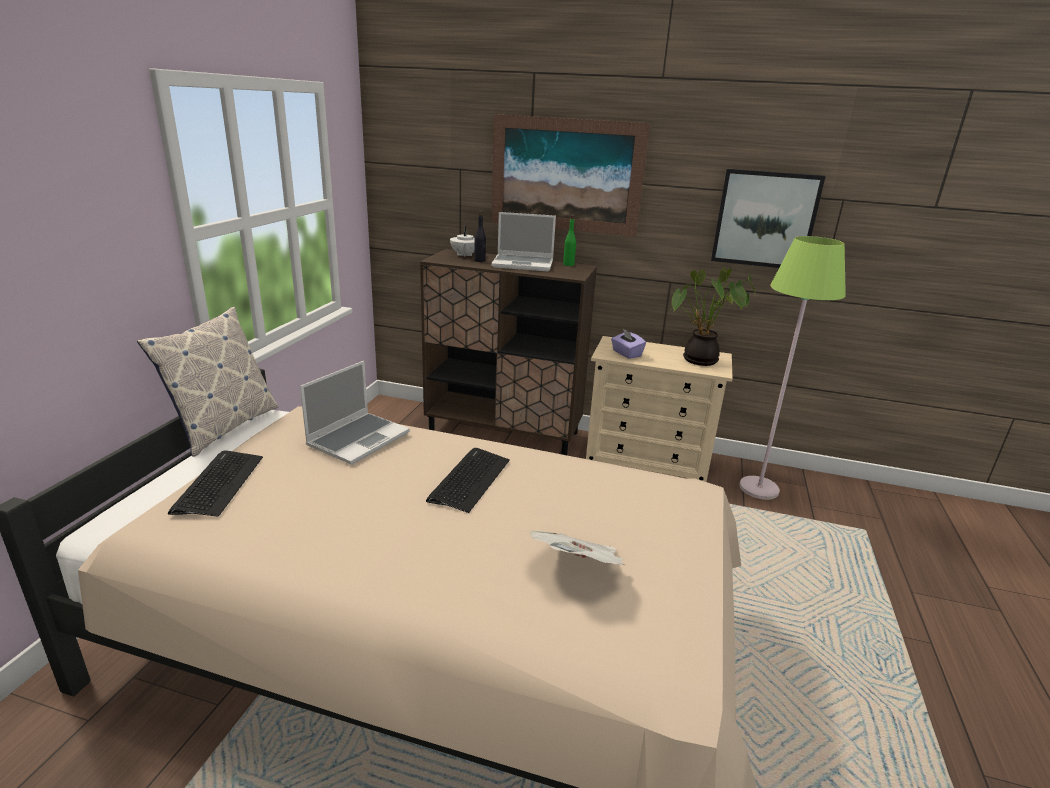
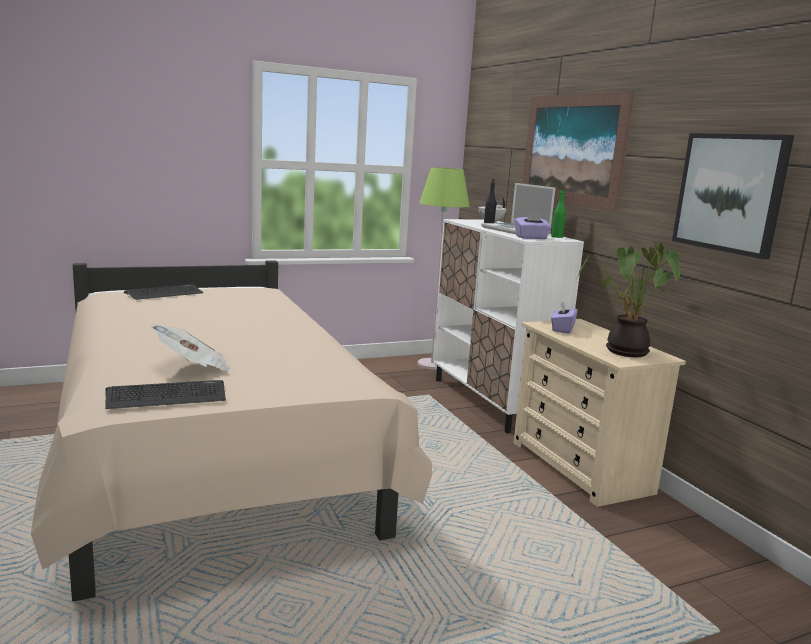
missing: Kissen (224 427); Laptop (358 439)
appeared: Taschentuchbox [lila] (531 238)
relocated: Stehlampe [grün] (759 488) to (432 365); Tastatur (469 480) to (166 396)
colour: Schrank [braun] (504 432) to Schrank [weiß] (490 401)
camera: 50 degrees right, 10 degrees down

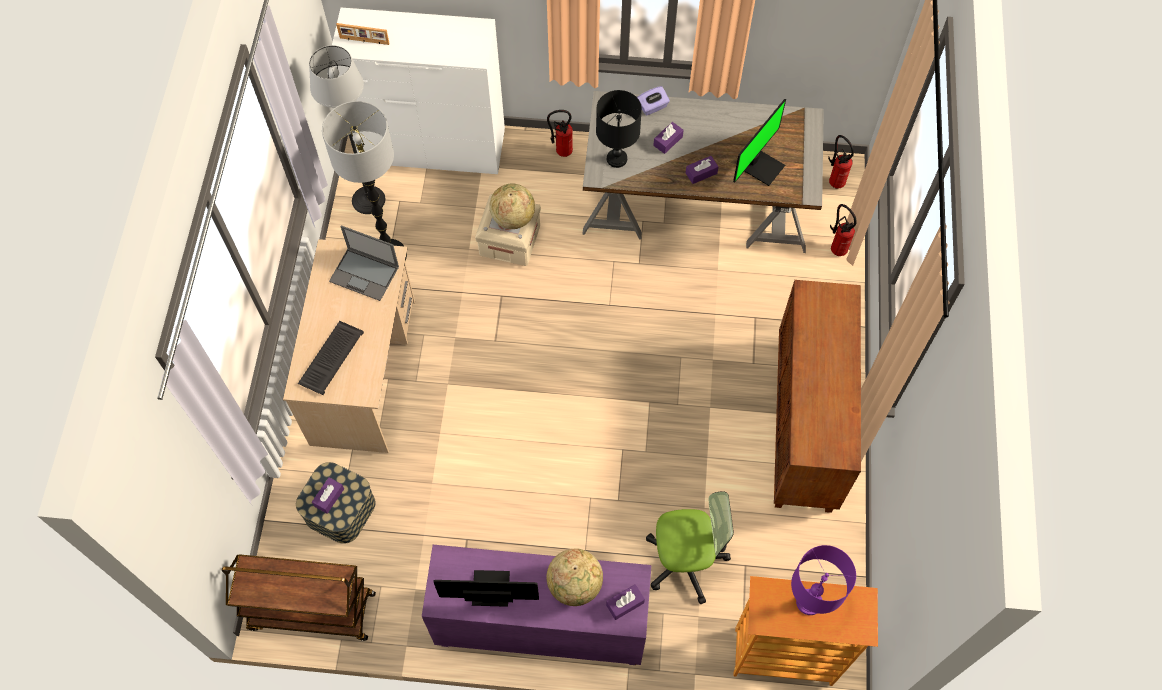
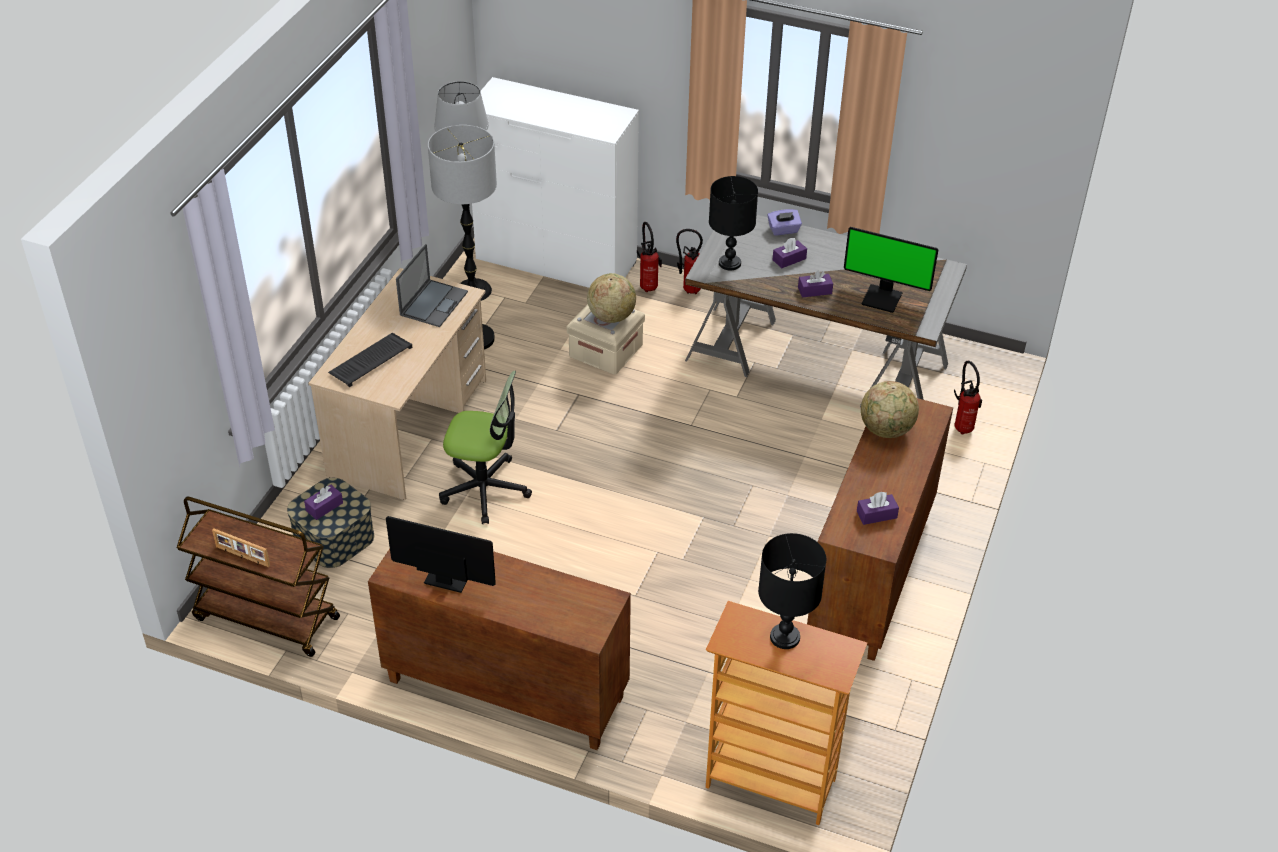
relocated: Bilderrahmen (364 41) to (242 557); Feuerlöscher (835 181) to (648 286); Bürostuhl (685 560) to (485 489); Globus (575 585) to (886 430); Taschentuchbox [lila] (625 604) to (876 515)
colour: Schrank [lila] (540 627) to Schrank [braun] (504 690); Tischlampe [lila] (808 602) to Tischlampe [schwarz] (784 637)
spun: Monitor (762 167) = (883 298) 60 degrees clockwise; Laptop (365 274) = (434 303) 105 degrees counterclockwise
camera: 15 degrees right, 20 degrees down

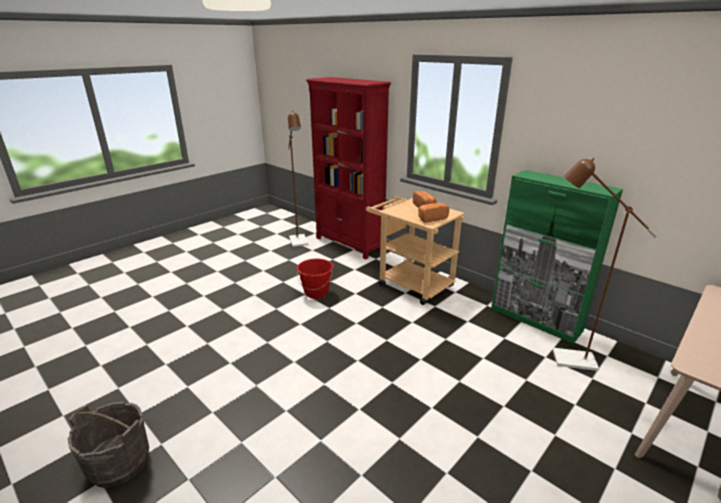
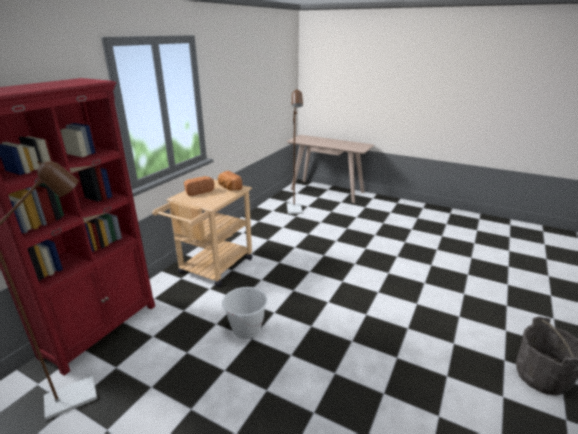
missing: Schrank [grün] (535 320)
colour: Eimer [rot] (316 293) to Eimer [weiß] (246 329)
camera: 105 degrees left, 0 degrees up

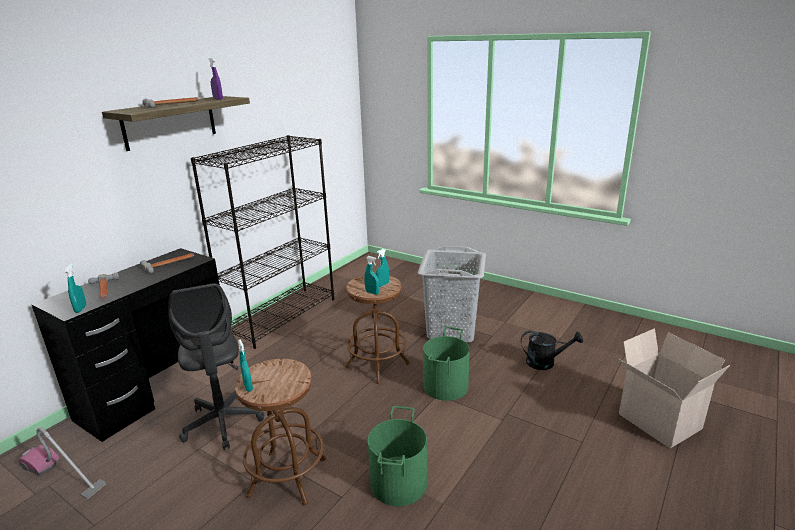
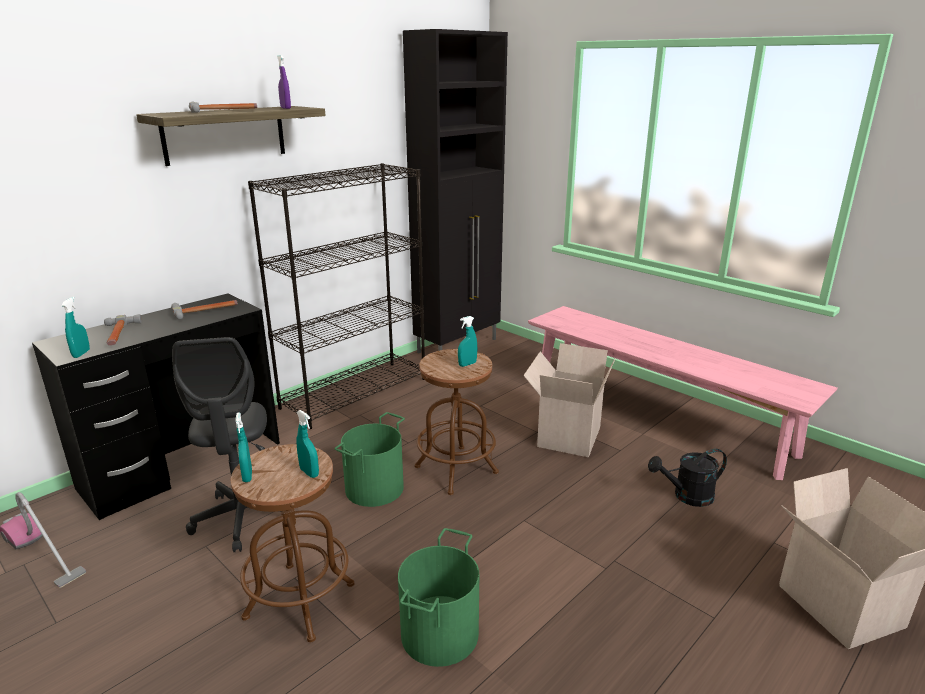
appeared: Schrank [schwarz] (458 345); Bank [rosa] (656 416)
relocated: Sprühflasche [türkis] (372 293) to (309 472); Eimer [grün] (446 386) to (375 488)
exchanged: Wäschekorb [grau] (452 330) to Karton (567 436)
spun: Gießkanne [schwarz] (545 362) = (687 496) 150 degrees clockwise
camera: 10 degrees right, 0 degrees up

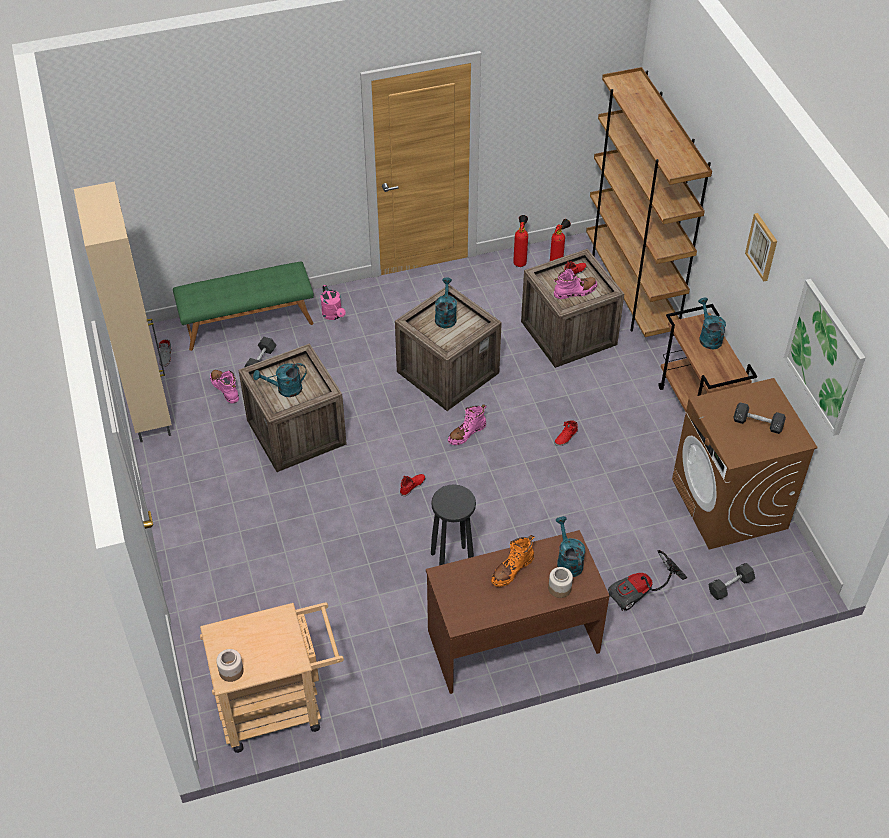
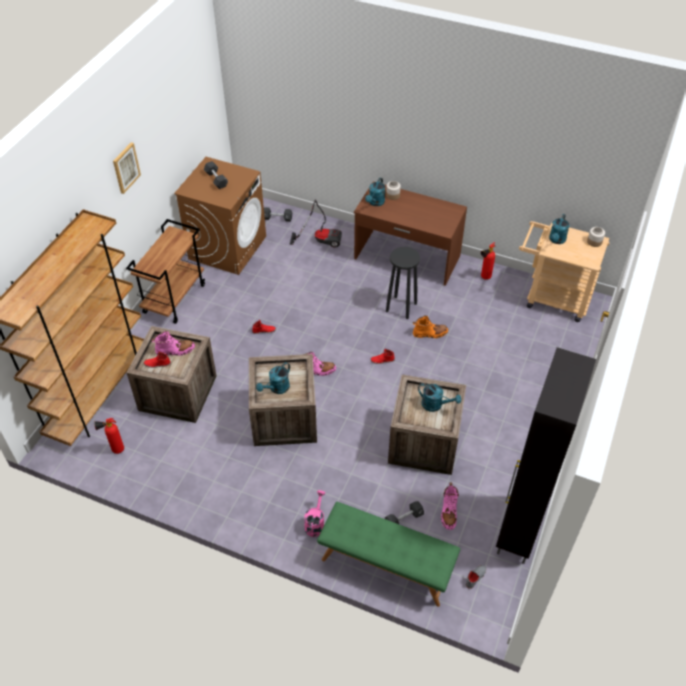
missing: Bild (825 356)
relocated: Feuerlöscher (520 262) to (484 278); Gießkanne [türkis] (708 337) to (556 240); Stiefel [orange] (512 569) to (430 333)
colour: Schrank [beige] (150 411) to Schrank [schwarz] (518 531)
spun: Stiefel [rosa] (575 291) = (175 350) 150 degrees clockwise
camera: 140 degrees left, 0 degrees up

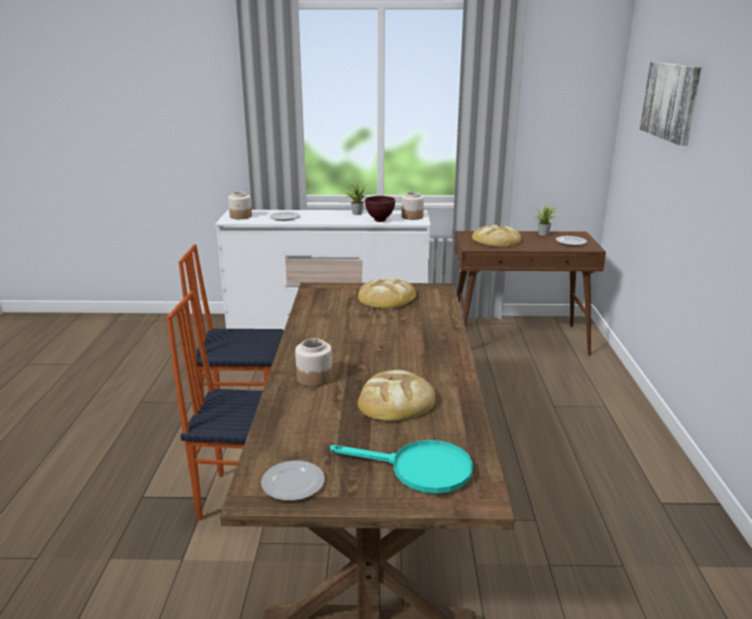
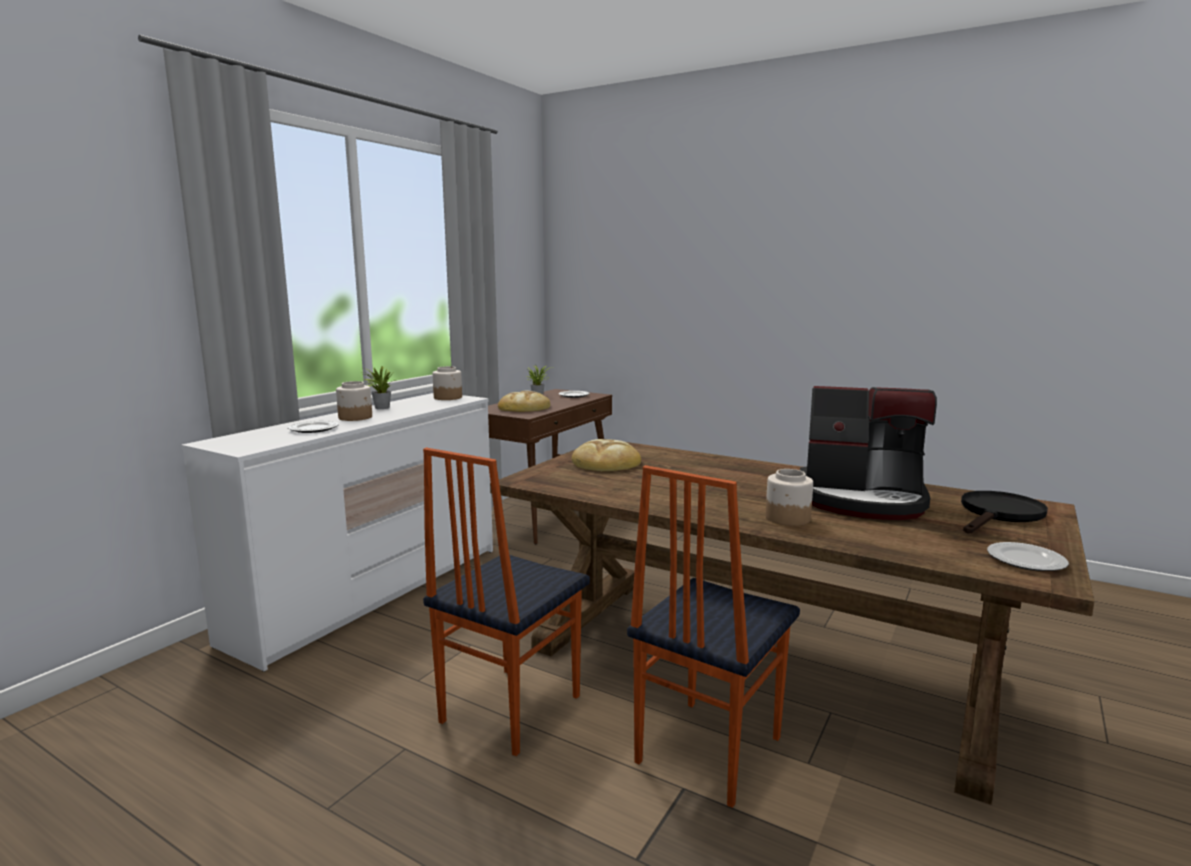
missing: Bild (671 101); Schüssel [braun] (379 220)
relocated: Vorratsglas (241 216) to (356 417)
exchanged: Brot (396 401) to Kaffeemaschine (862 499)
colour: Pfanne [türkis] (419 469) to Pfanne [schwarz] (999 514)
camera: 60 degrees left, 10 degrees down

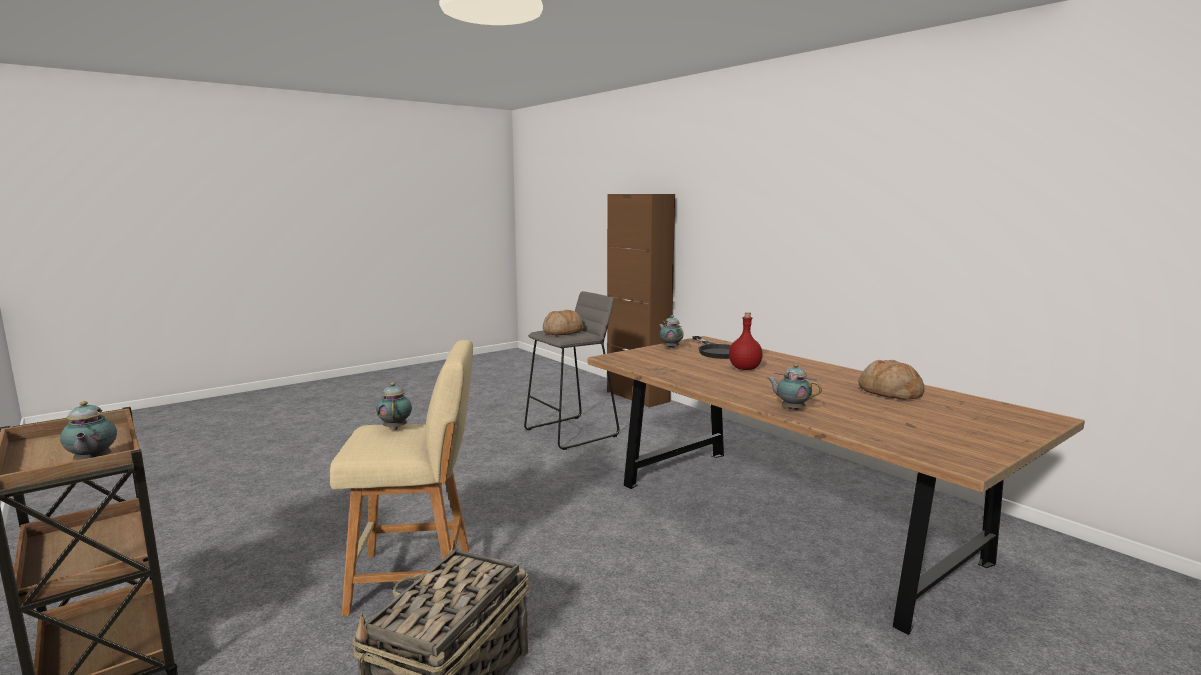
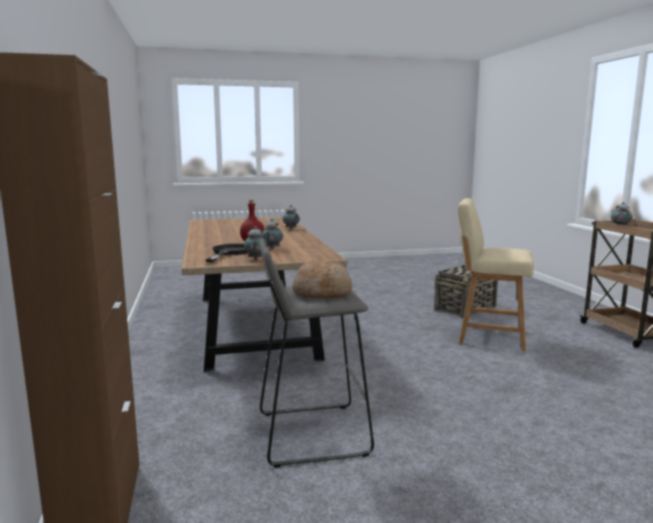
missing: Brot (889 392)
relocated: Teekanne (396 427) to (272 248)
camera: 155 degrees left, 0 degrees up

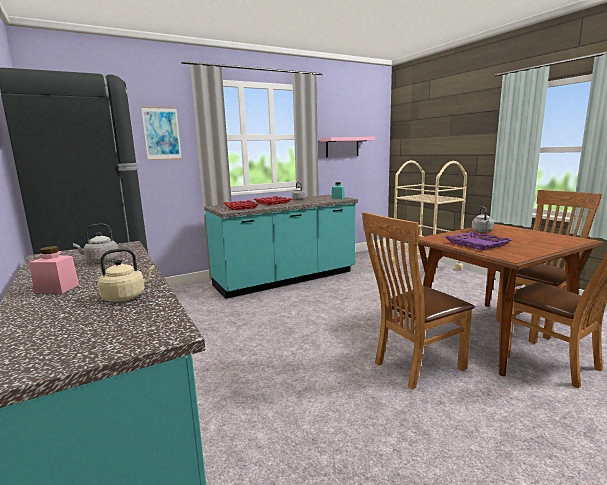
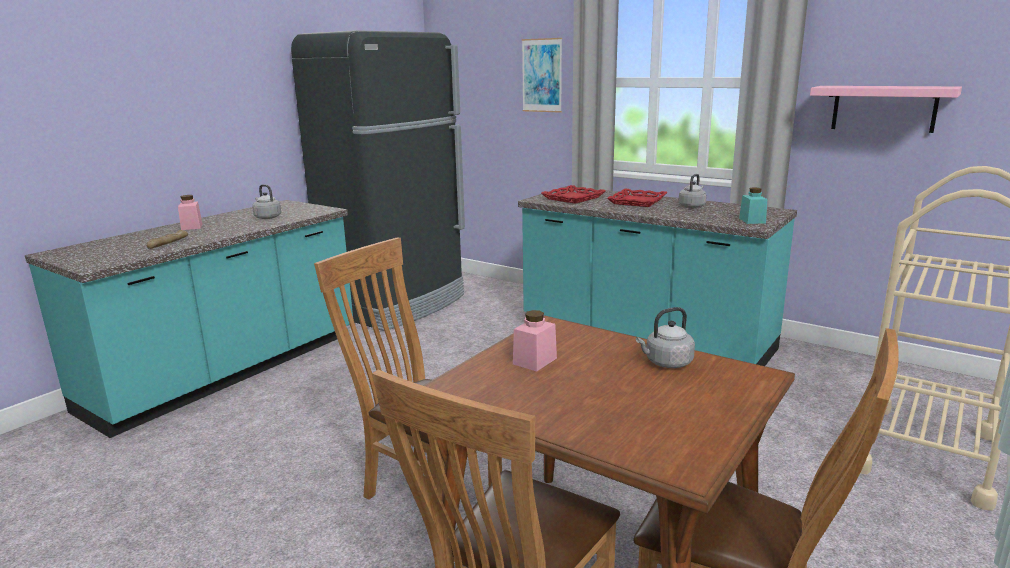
exchanged: Tablett [lila] (476 244) to Vorratsglas [rosa] (535 361); Wasserkessel [beige] (126 297) to Brot (168 243)
camera: 65 degrees right, 5 degrees up

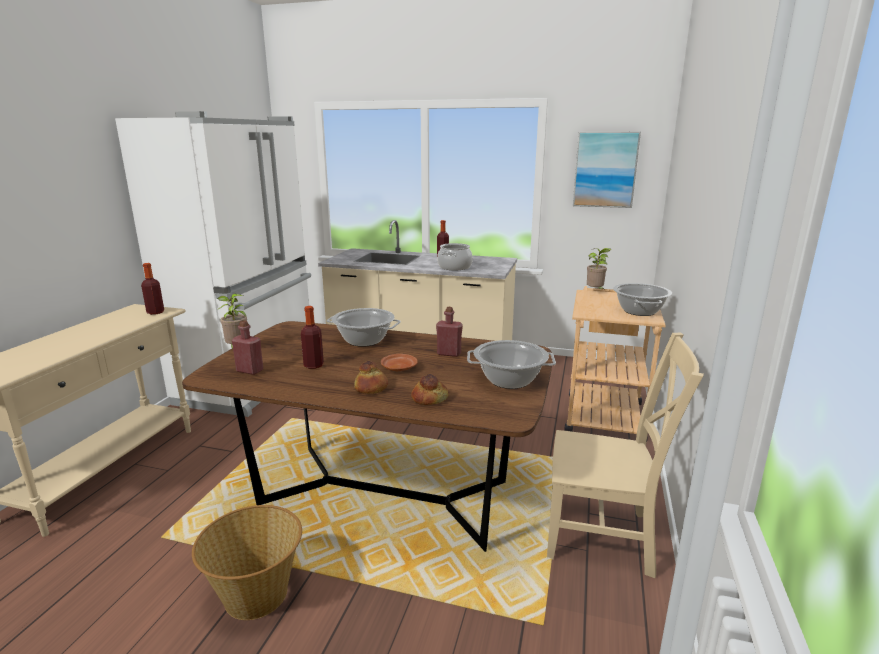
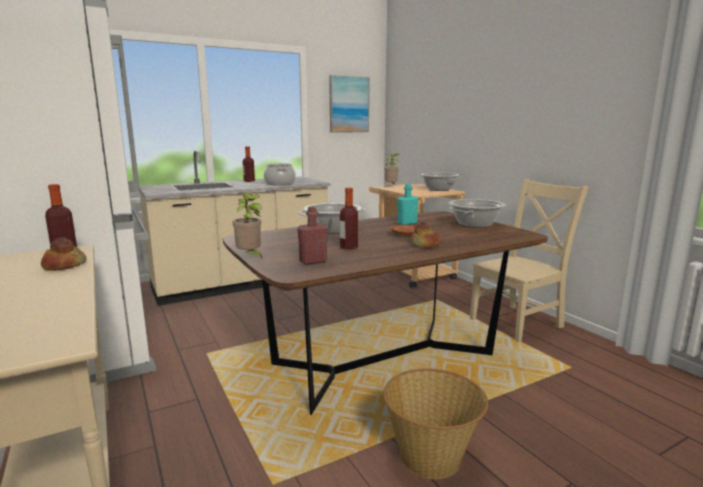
relocated: Brot (429 398) to (64 266)
colour: Flasche [rot] (449 353) to Flasche [türkis] (407 223)
camera: 45 degrees left, 5 degrees down

